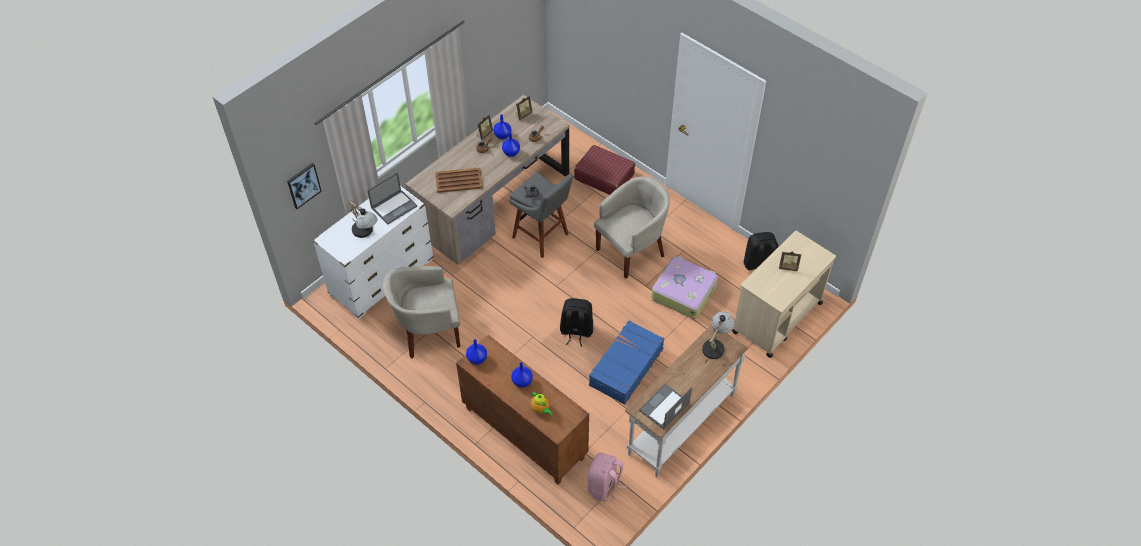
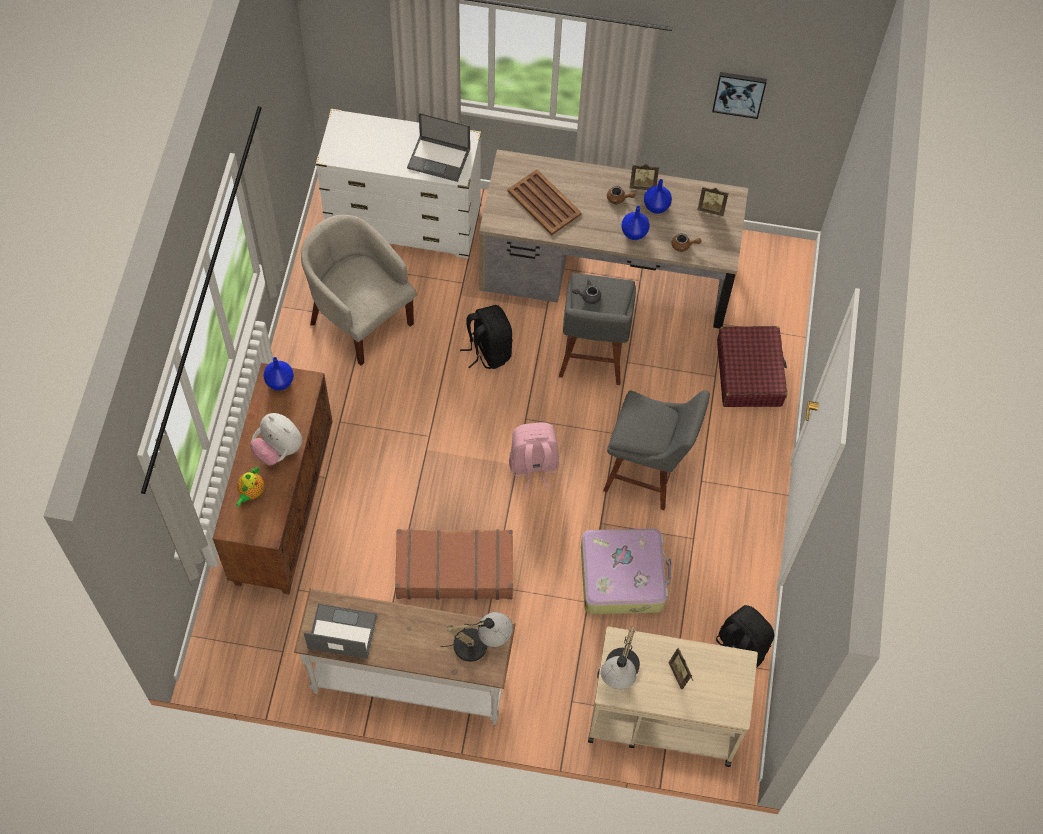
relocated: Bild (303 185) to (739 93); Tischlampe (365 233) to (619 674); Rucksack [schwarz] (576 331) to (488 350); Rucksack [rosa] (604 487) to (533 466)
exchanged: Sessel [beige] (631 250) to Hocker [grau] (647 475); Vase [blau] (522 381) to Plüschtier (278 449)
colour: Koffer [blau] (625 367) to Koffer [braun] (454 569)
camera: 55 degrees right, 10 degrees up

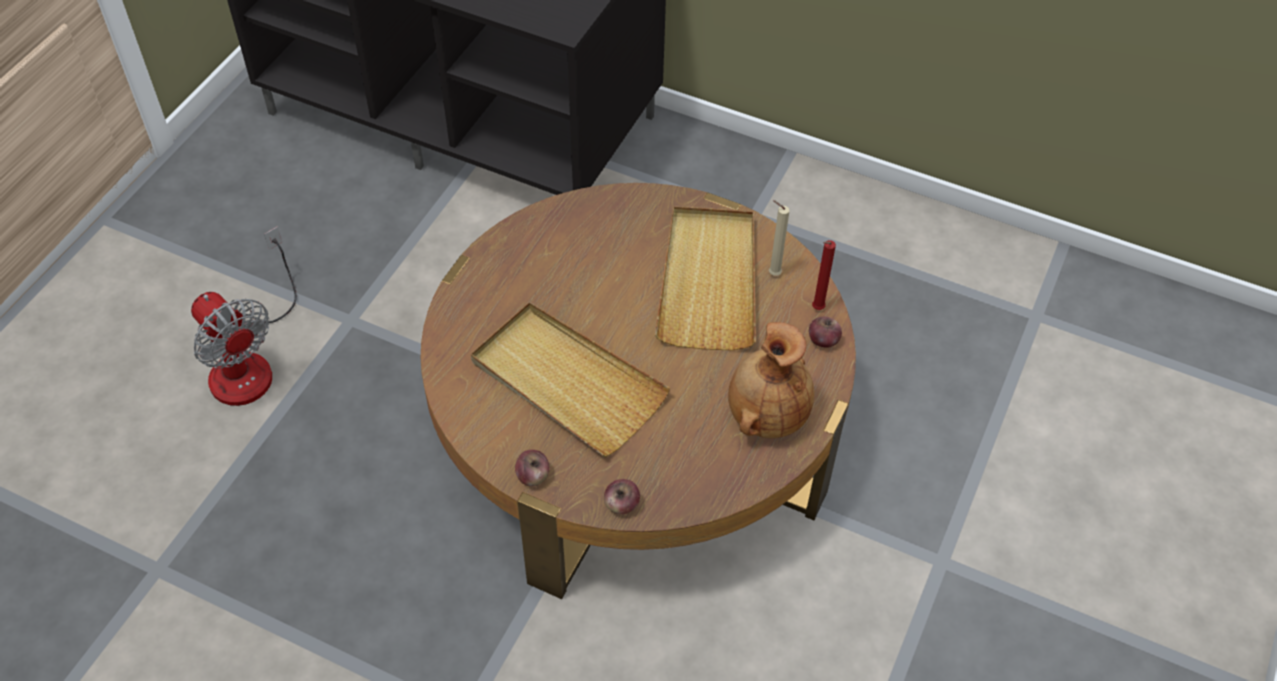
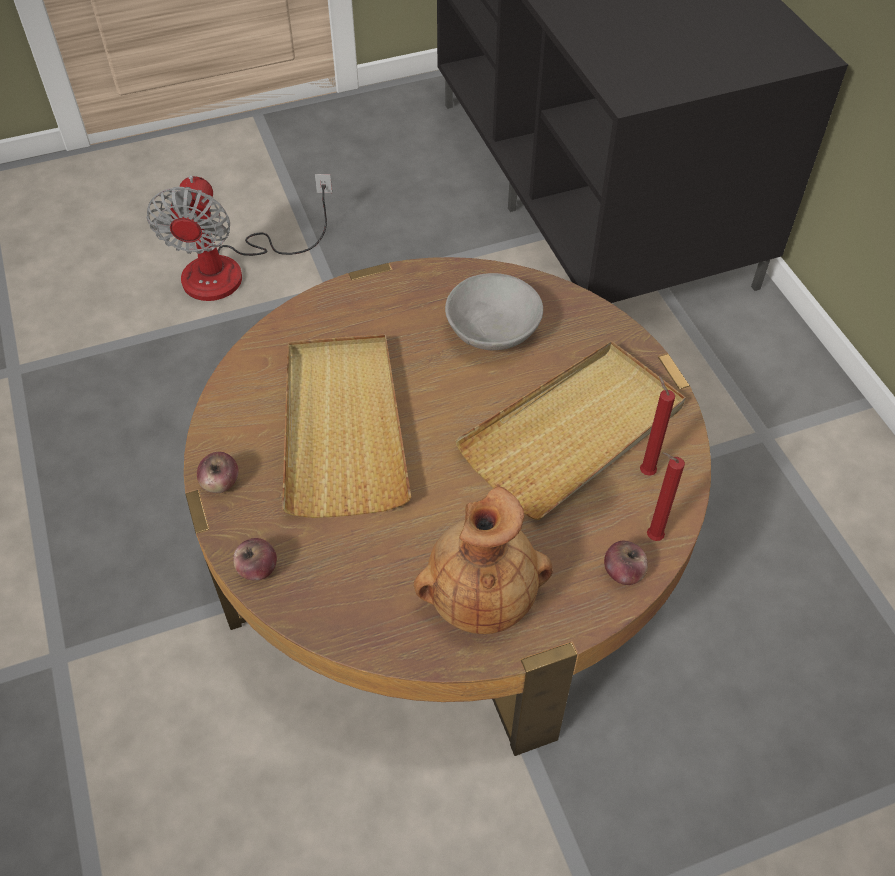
appeared: Schüssel [grau] (492 331)
colour: Kerze [beige] (772 273) to Kerze [rot] (645 470)
camera: 45 degrees right, 0 degrees up

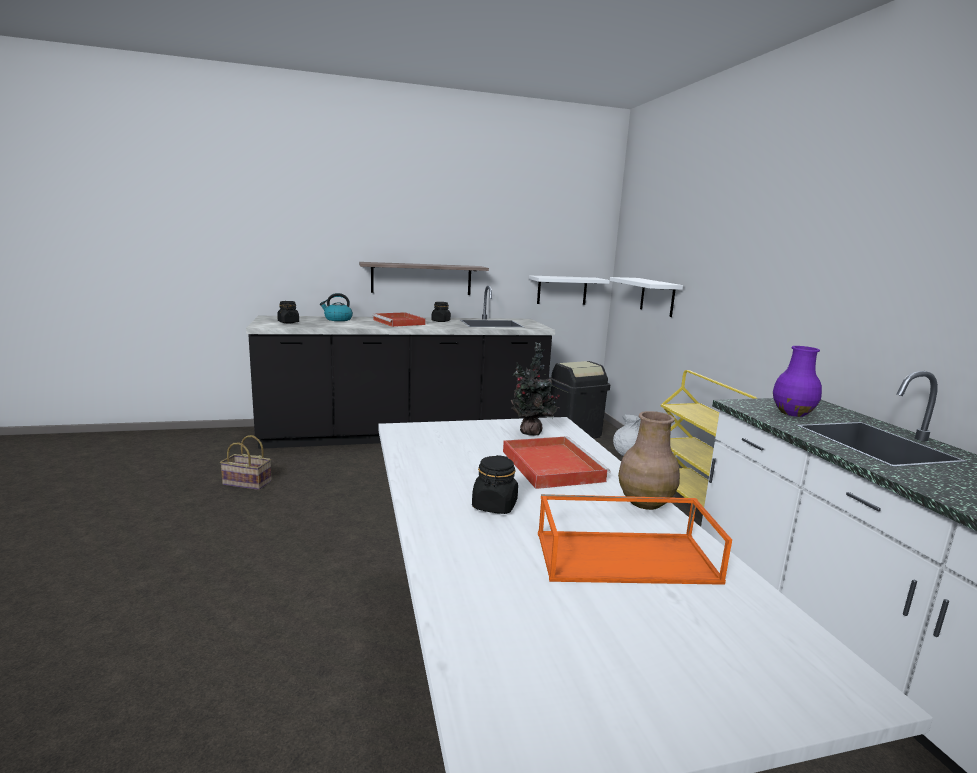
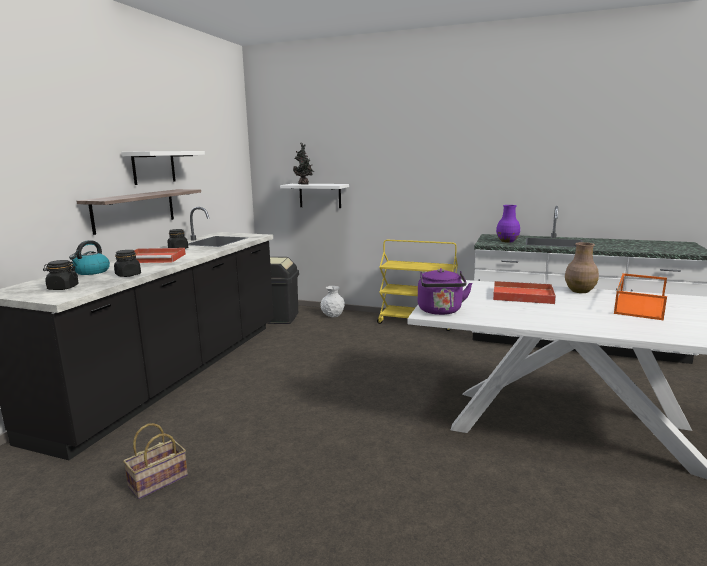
appeared: Wasserkessel [lila] (440 311)
relocated: Wandregal [weiß] (562 290) to (153 167); Topfpflanze (530 433) to (304 184); Vorratsglas [schwarz] (494 506) to (128 275)
camera: 55 degrees left, 0 degrees up

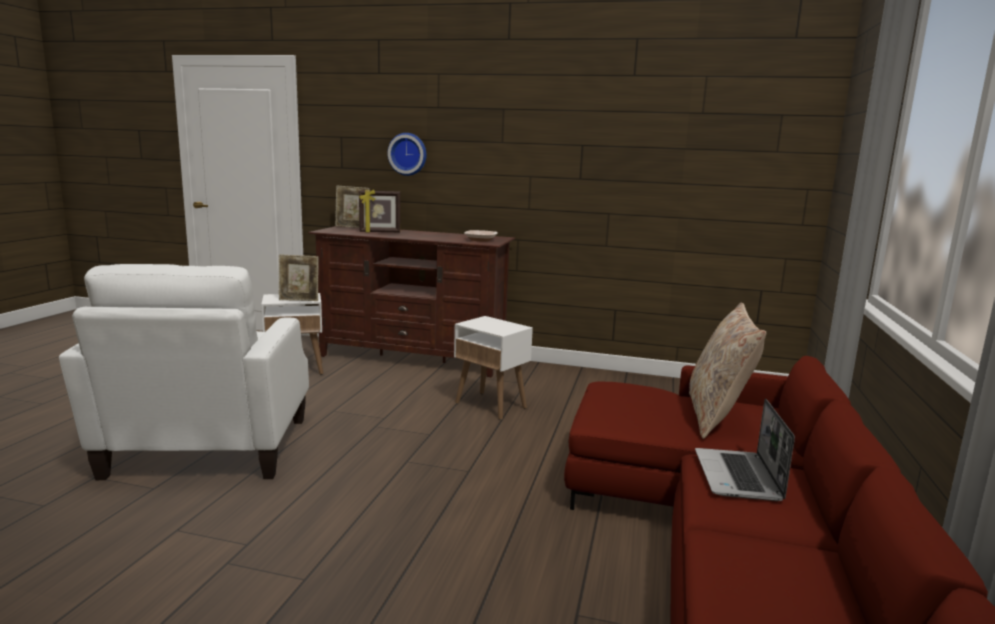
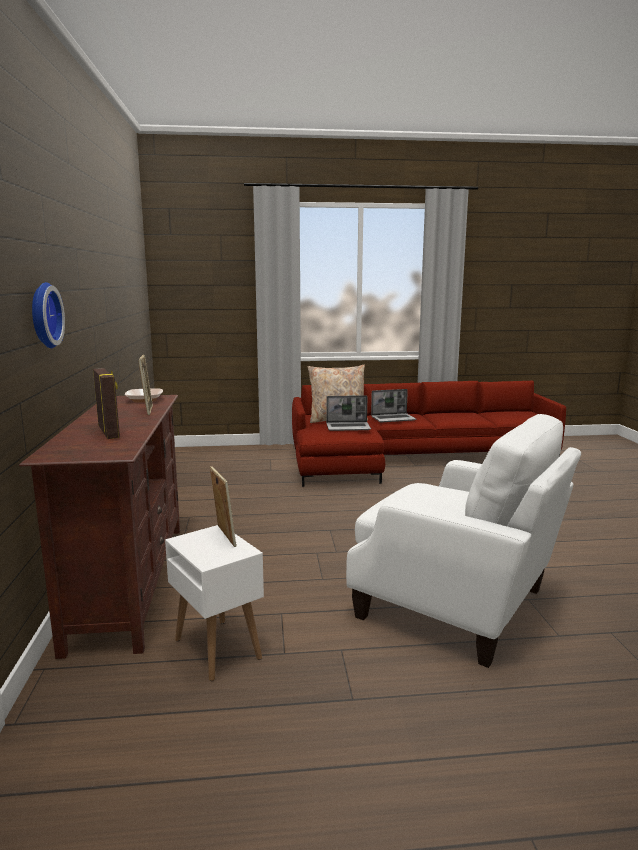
missing: Beistelltisch [weiß] (491 406)
appeared: Laptop (348 427)
relocated: Bilderrahmen (352 227) to (148 410)
spun: Sessel [weiß] (207 450) = (457 605) 60 degrees clockwise
camera: 110 degrees left, 0 degrees up

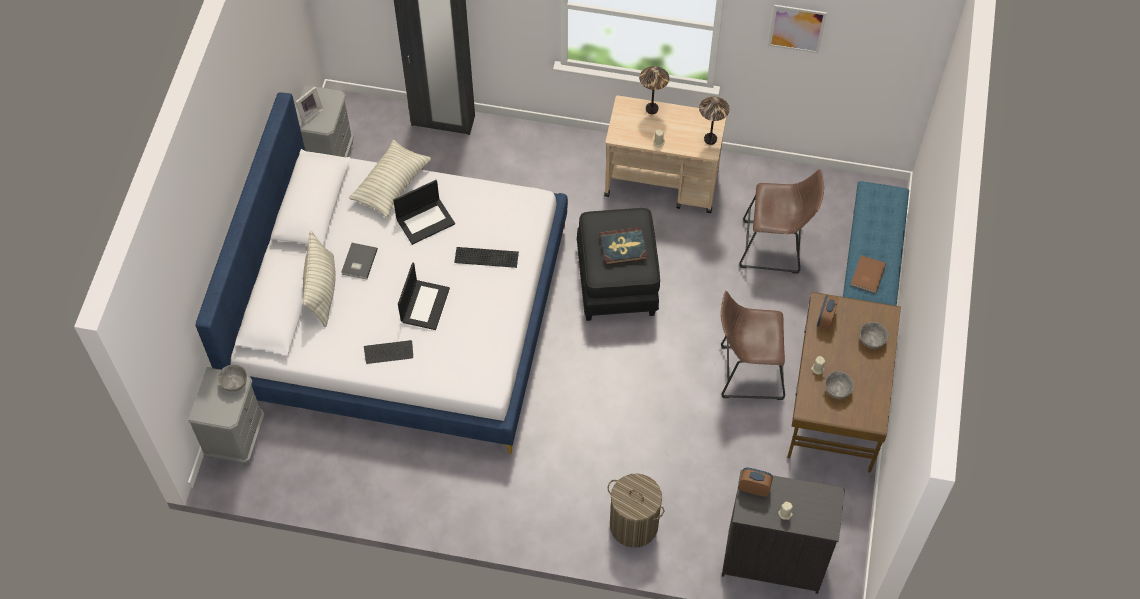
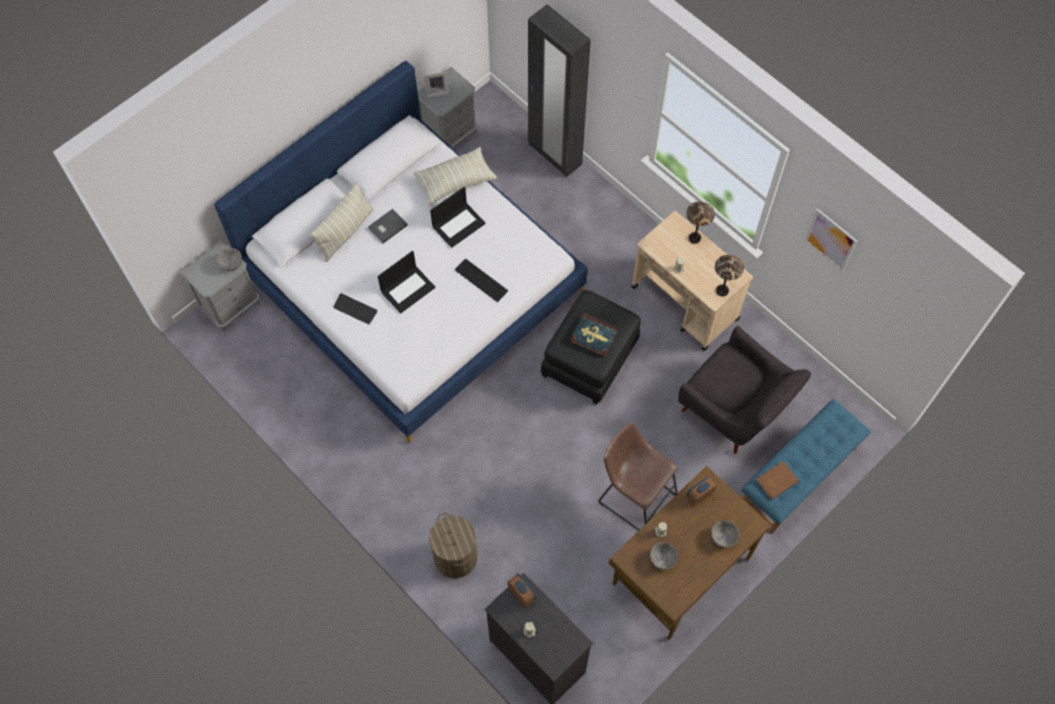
exchanged: Hocker [braun] (775 248) to Sessel [grau] (735 410)
spun: Laptop (425 221) = (458 224) 45 degrees counterclockwise
camera: 35 degrees right, 5 degrees up

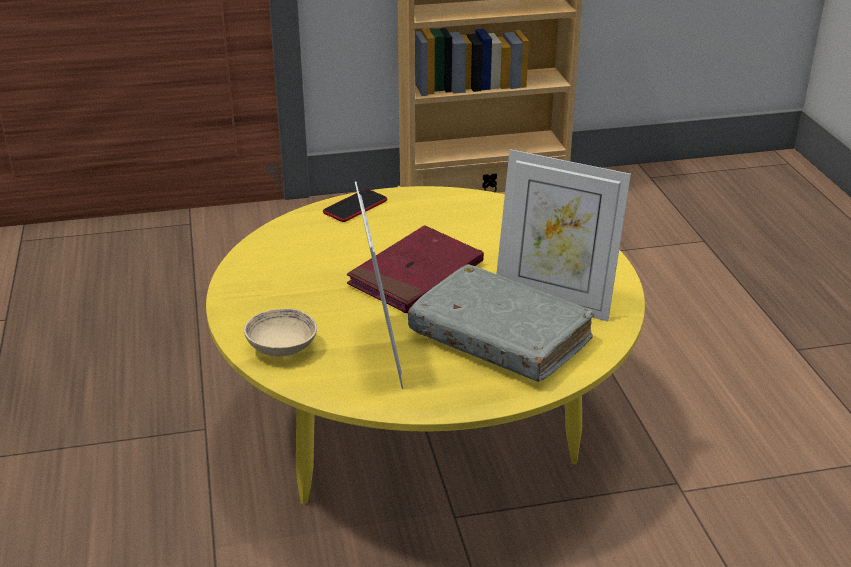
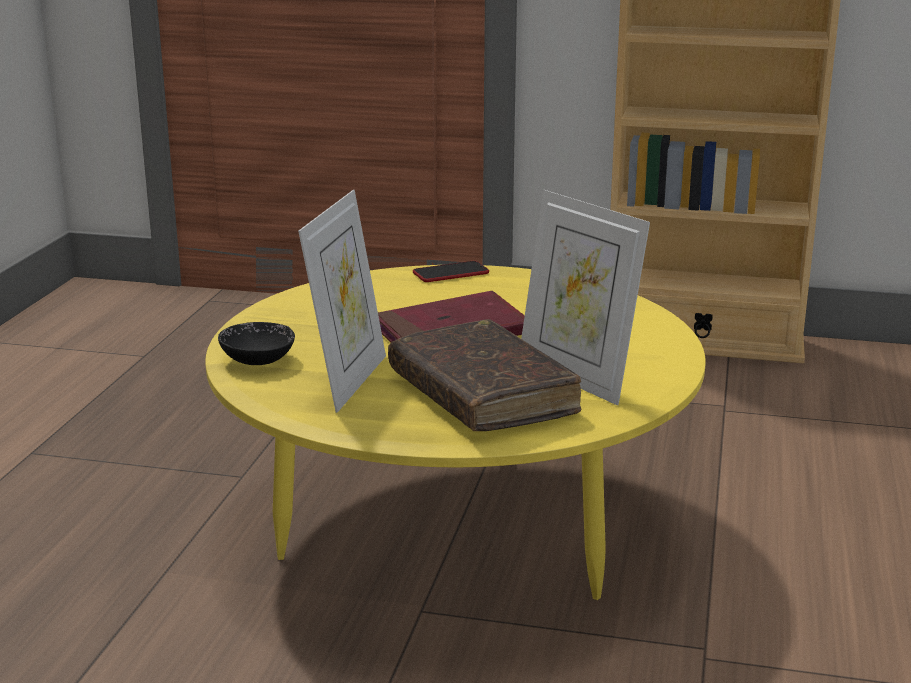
colour: Buch [grau] (500 338) to Buch [braun] (481 395); Schüssel [beige] (282 348) to Schüssel [schwarz] (258 361)
camera: 25 degrees right, 10 degrees down

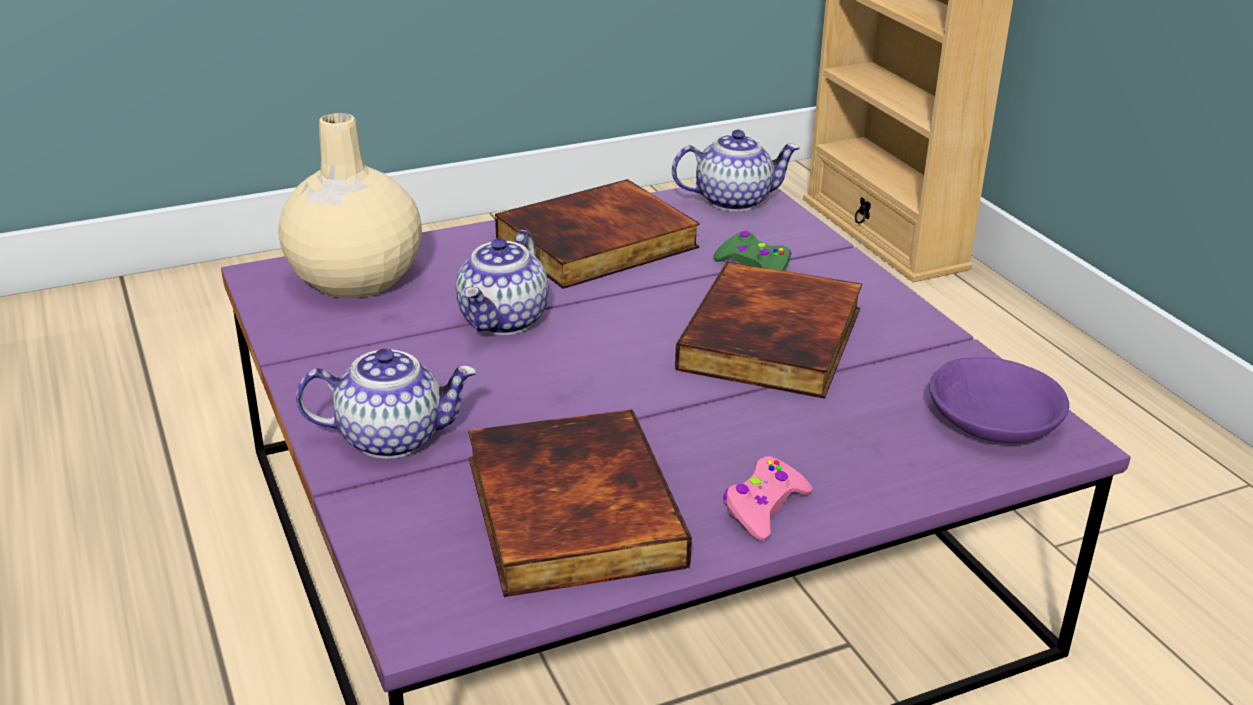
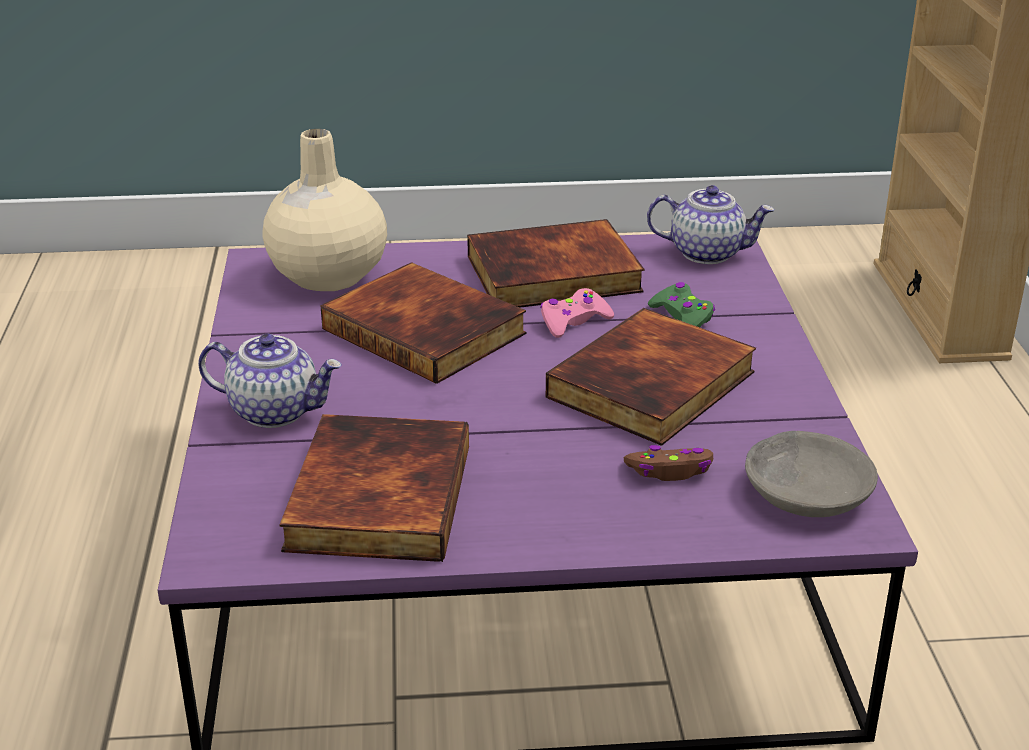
appeared: Gamepad [braun] (670 471)
relocated: Gamepad [rosa] (764 507) to (573 321)
exchanged: Teekanne (504 320) to Buch (427 330)
colour: Schüssel [lila] (991 418) to Schüssel [grau] (806 491)
camera: 20 degrees right, 0 degrees up

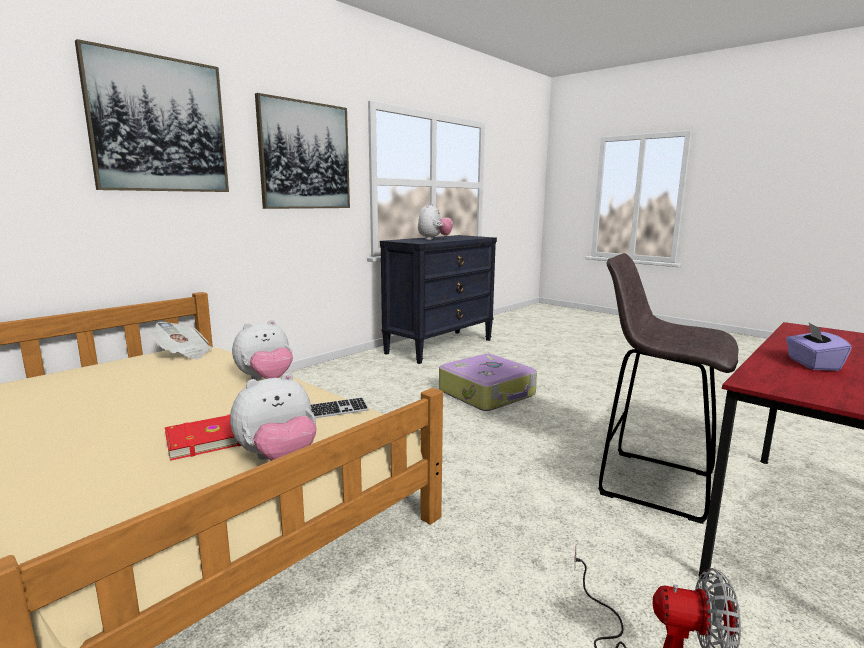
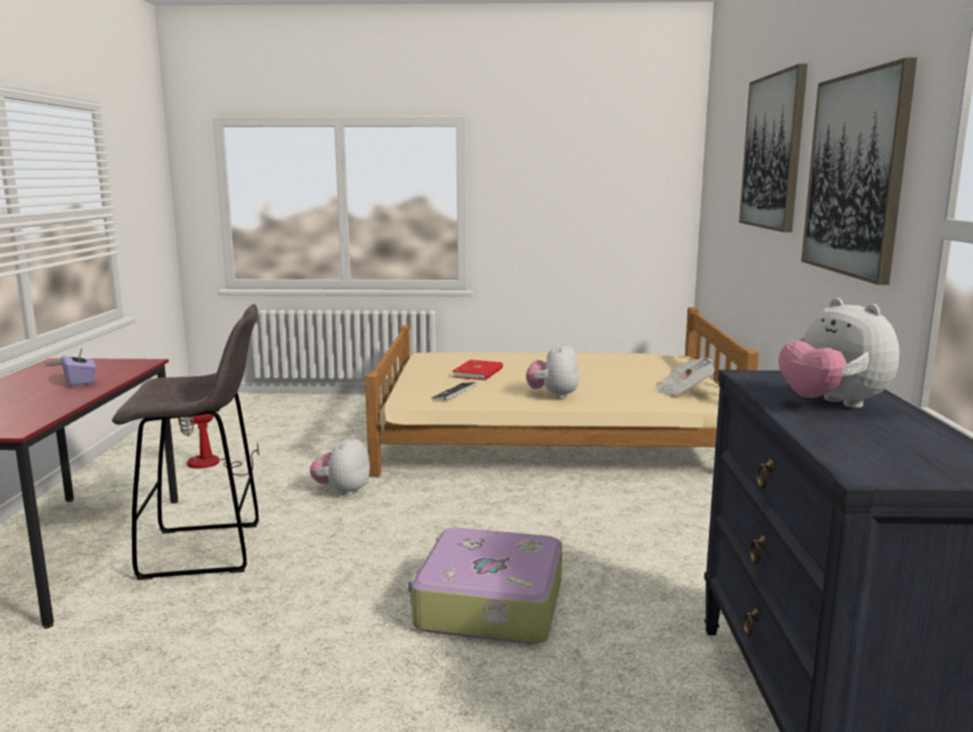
relocated: Plüschtier (278 459) to (342 491)
camera: 140 degrees right, 0 degrees up

